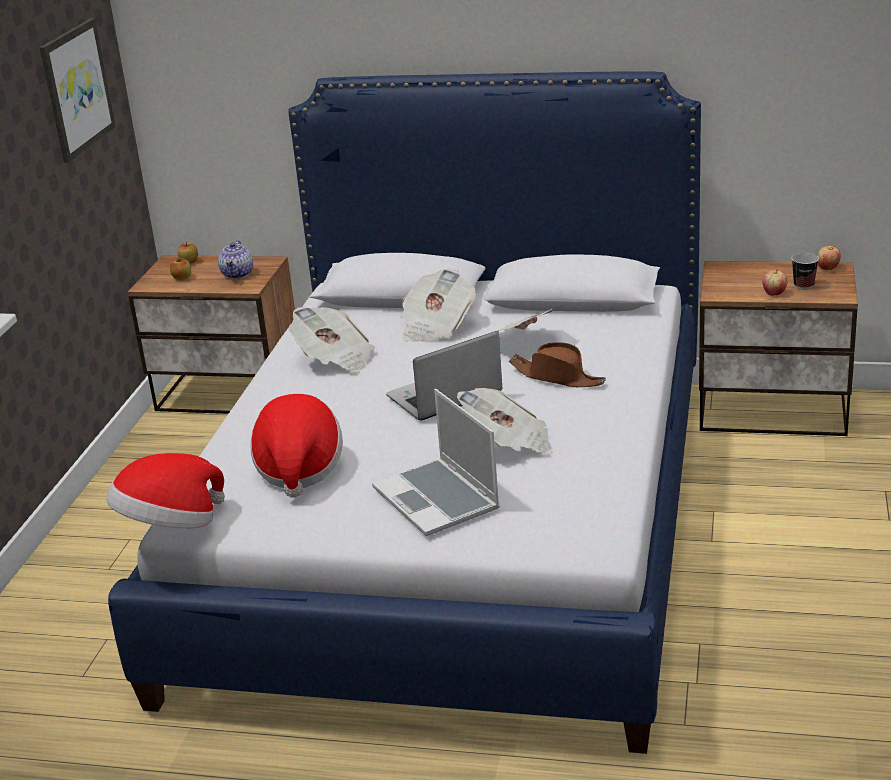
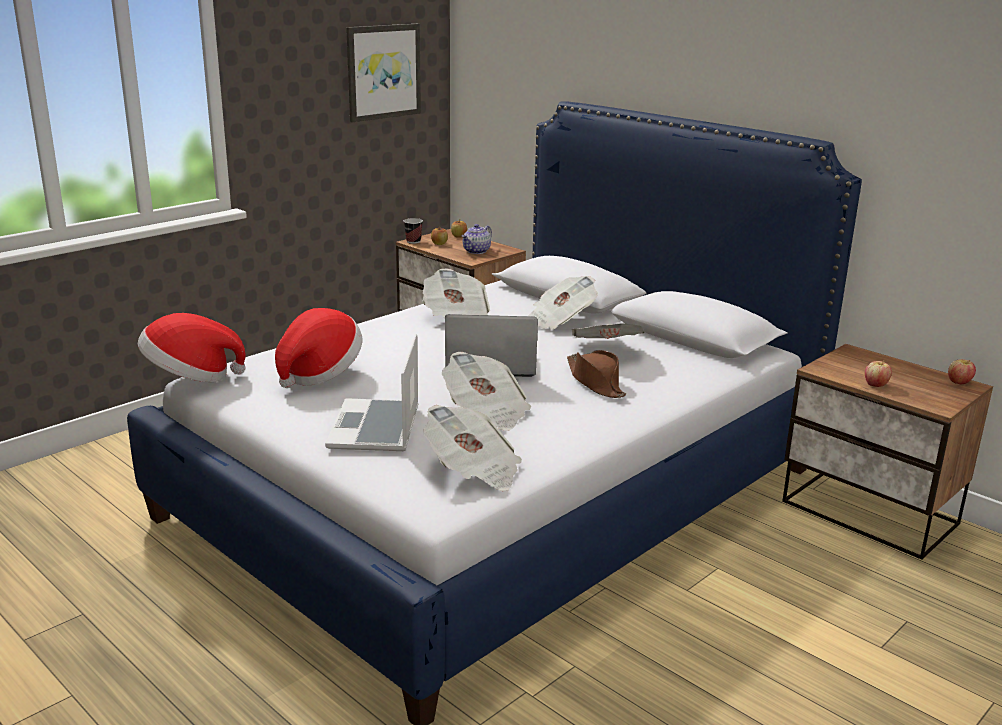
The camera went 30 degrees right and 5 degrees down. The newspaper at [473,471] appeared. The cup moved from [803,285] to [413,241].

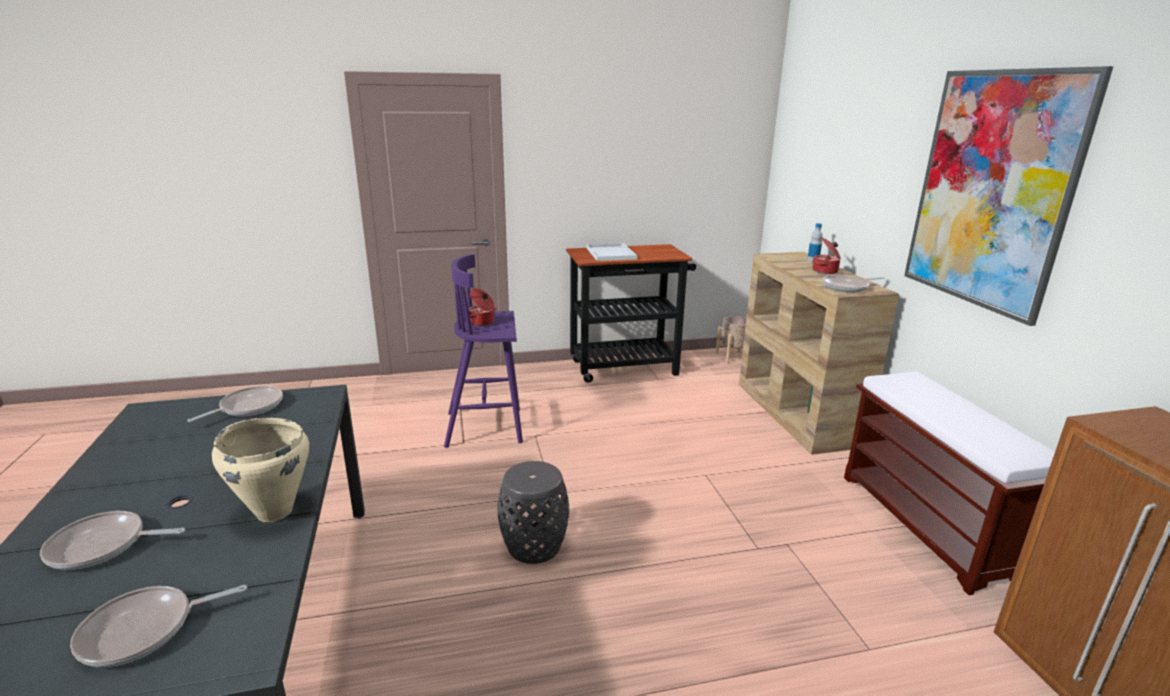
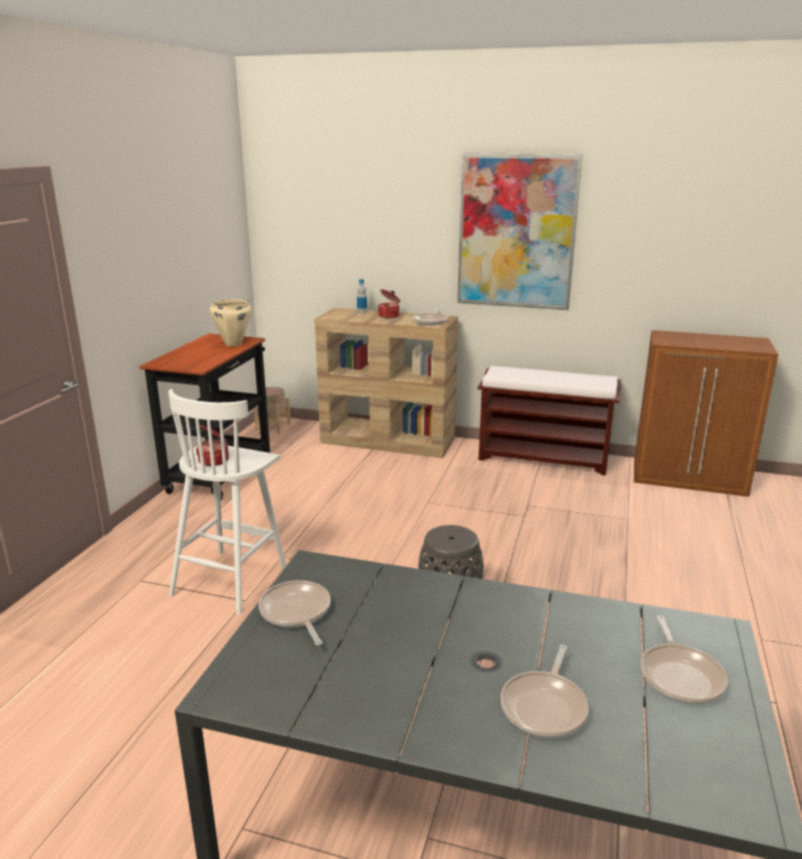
The camera went 60 degrees left and 0 degrees up. The tray (white) at [610,253] disappeared. The cooking pot (beige) moved from [274,511] to [233,344]. The stool (purple) at [487,427] became the stool (white) at [231,578].

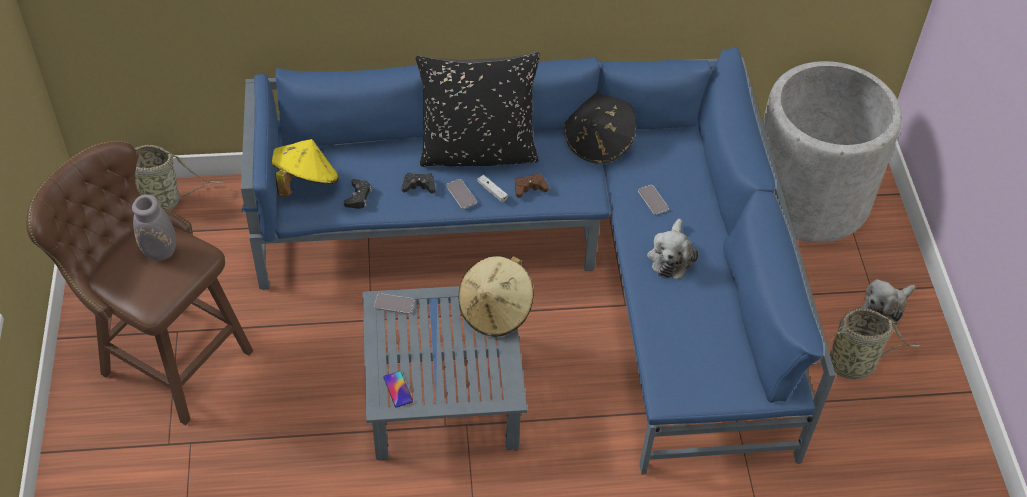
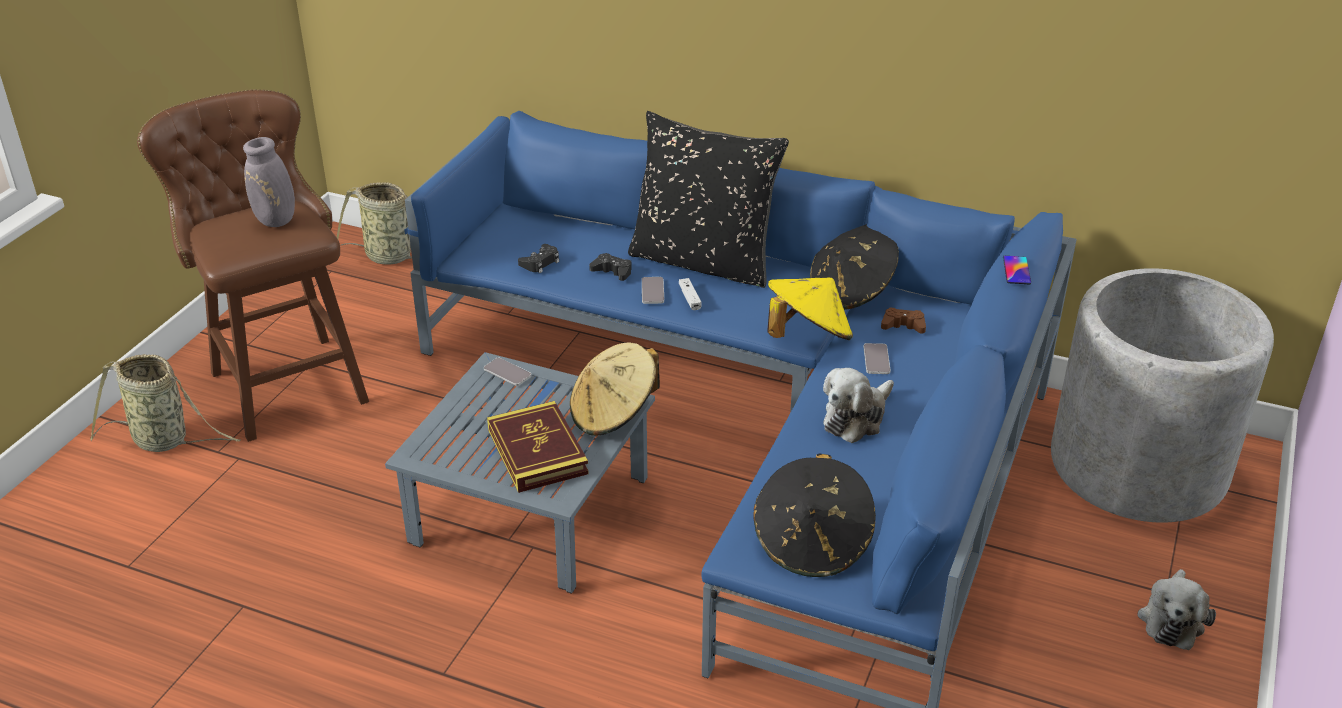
The camera went 30 degrees right and 15 degrees down. The book at [537,452] appeared. The hat (black) at [813,543] appeared. The hat (yellow) moved from [303,182] to [807,335]. The phone moved from [398,389] to [1016,270]. The game controller (brown) moved from [529,188] to [903,326]. The basket moved from [854,365] to [165,440]. The plush toy at [884,309] turned 60 degrees counterclockwise.

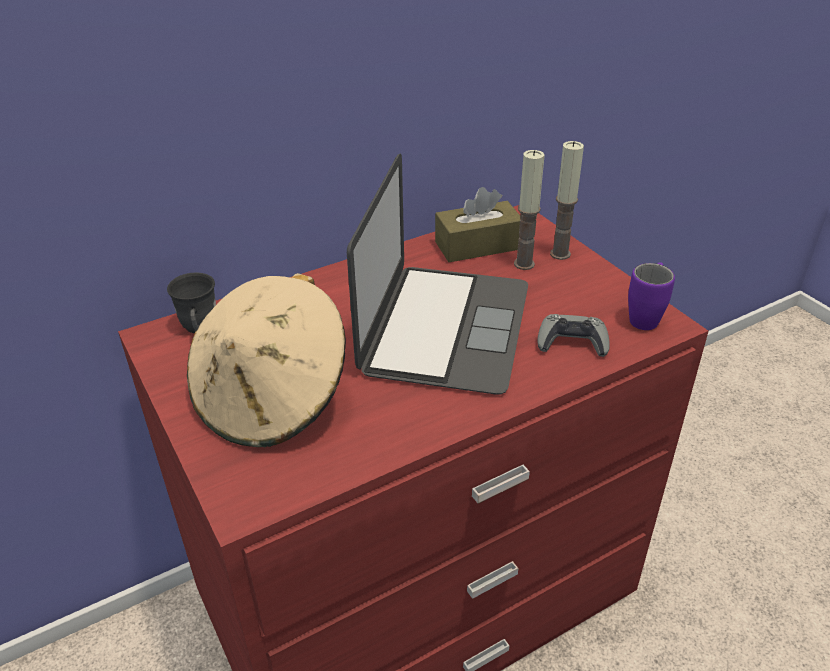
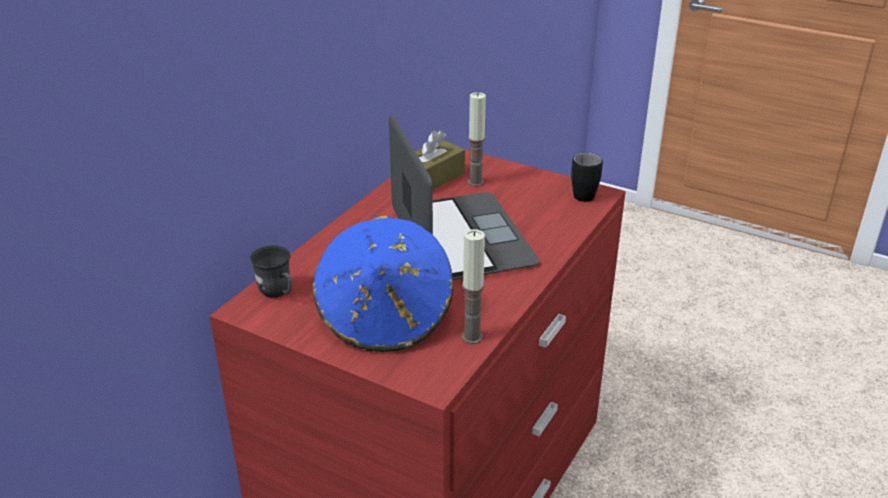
The camera went 30 degrees left and 5 degrees down. The game controller (grey) at [572,342] disappeared. The candle moved from [560,254] to [472,337]. The hat (beige) at [272,399] became the hat (blue) at [385,318]. The mug (purple) at [646,316] became the mug (black) at [582,193].

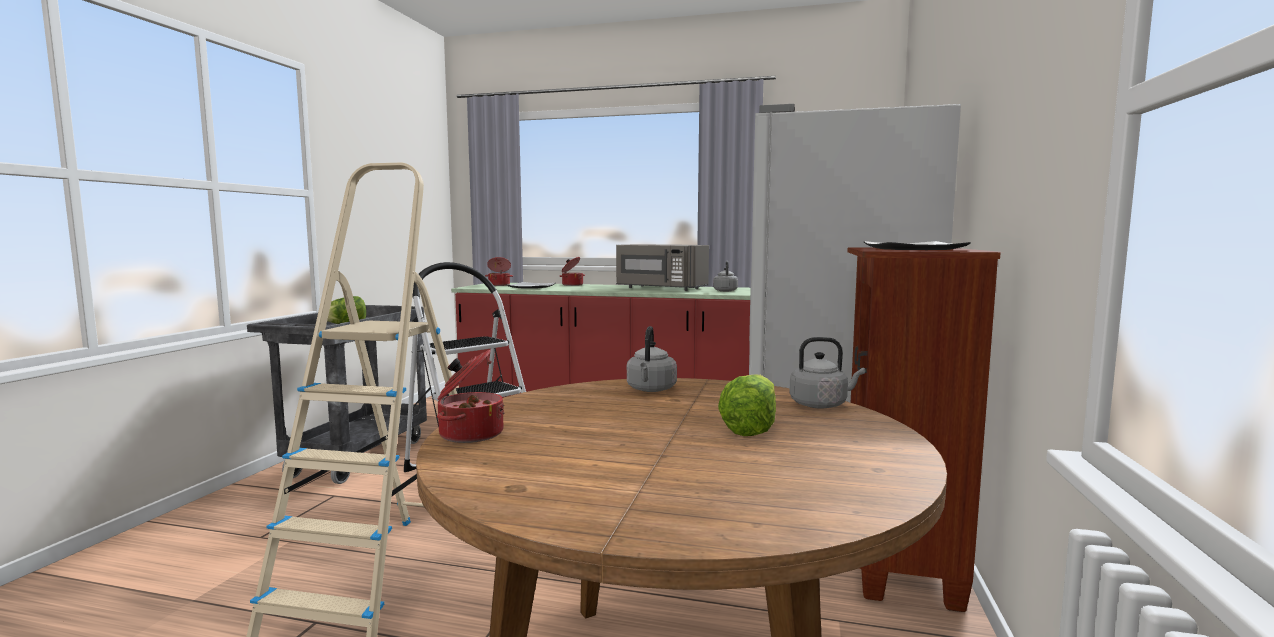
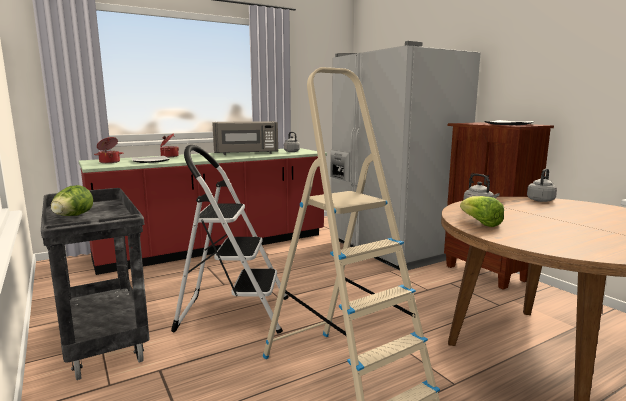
The camera went 45 degrees left and 5 degrees up. The cooking pot at [469,434] disappeared. The lettuce moved from [751,427] to [480,223].

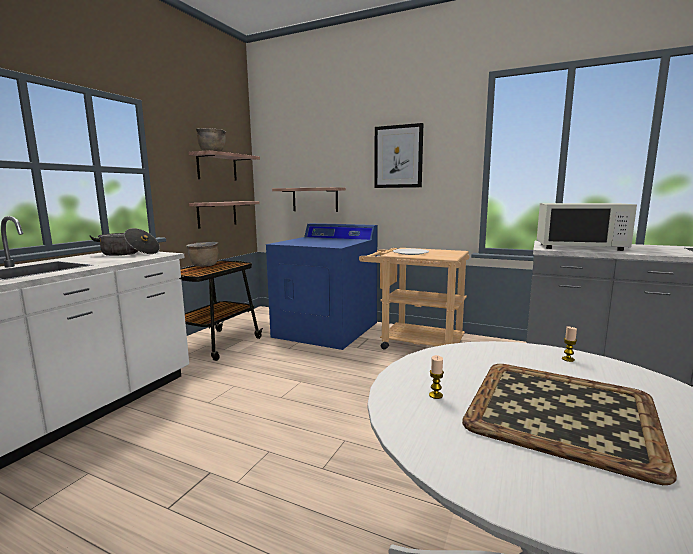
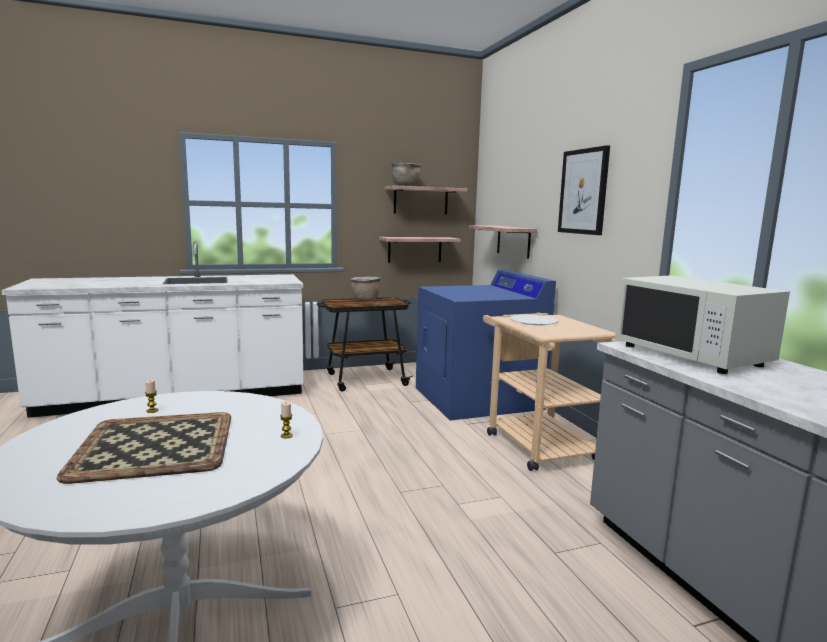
The camera went 45 degrees right and 0 degrees up. The cooking pot at [129,253] disappeared.

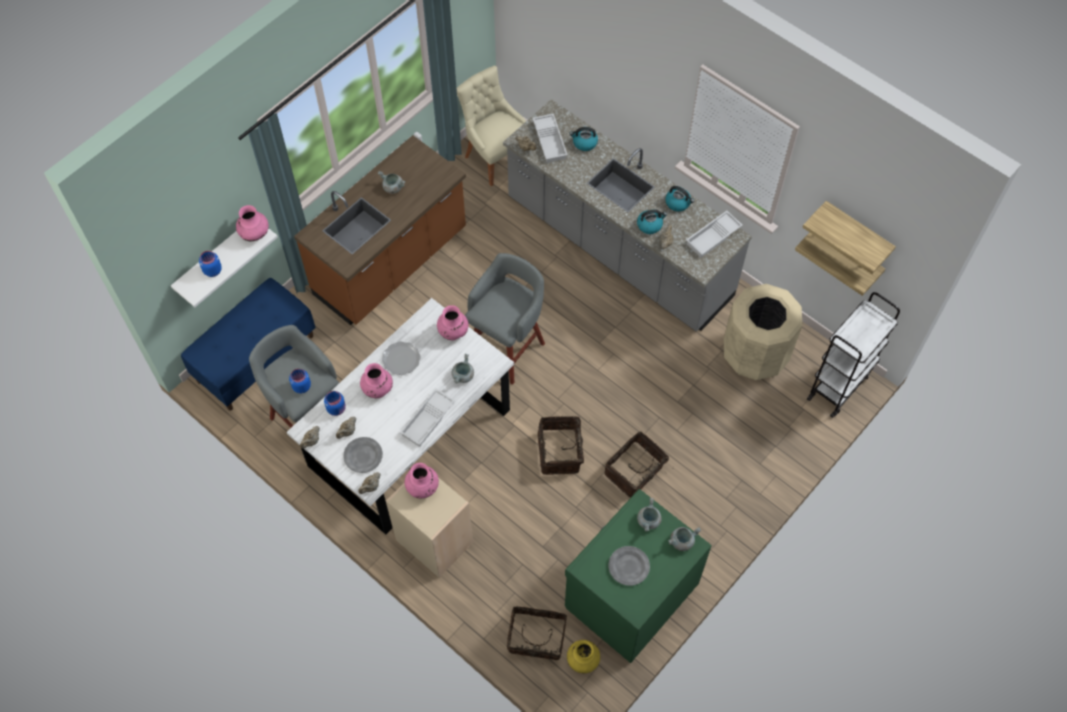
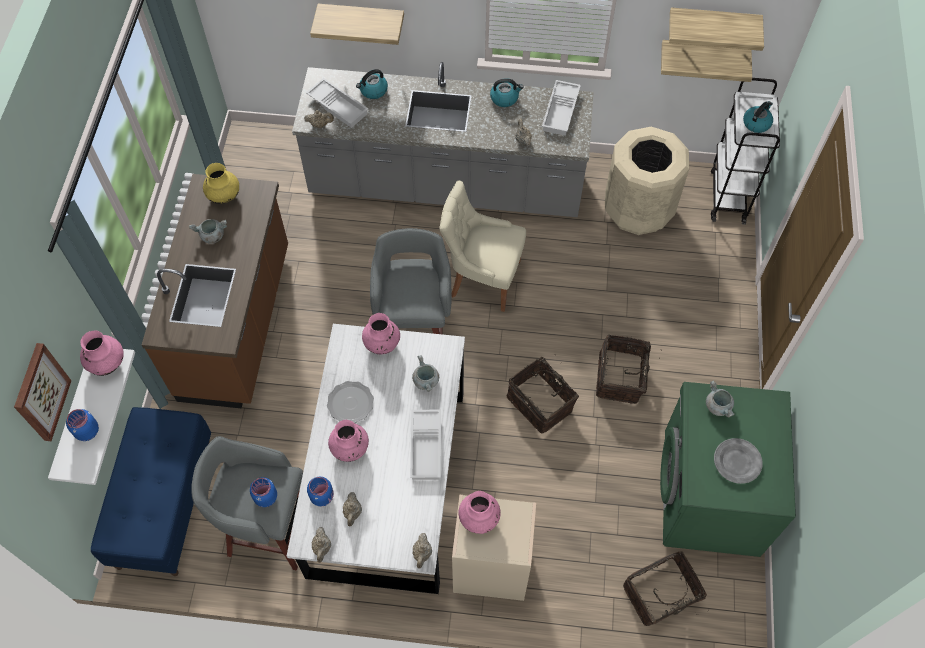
The camera went 35 degrees left and 0 degrees up. The plate (grey) at [363,456] disappeared. The cooking pot (grey) at [682,541] disappeared. The picture at [40,392] appeared. The shelf at [362,19] appeared. The chair (beige) moved from [496,157] to [482,278]. The vase (yellow) moved from [583,660] to [224,196]. The kettle moved from [650,225] to [756,123].

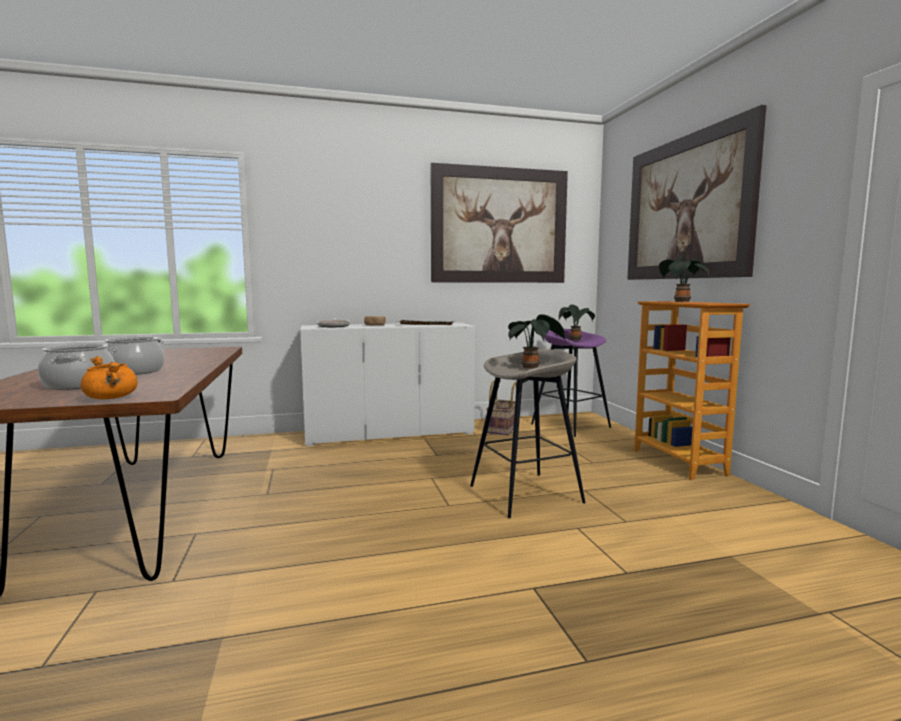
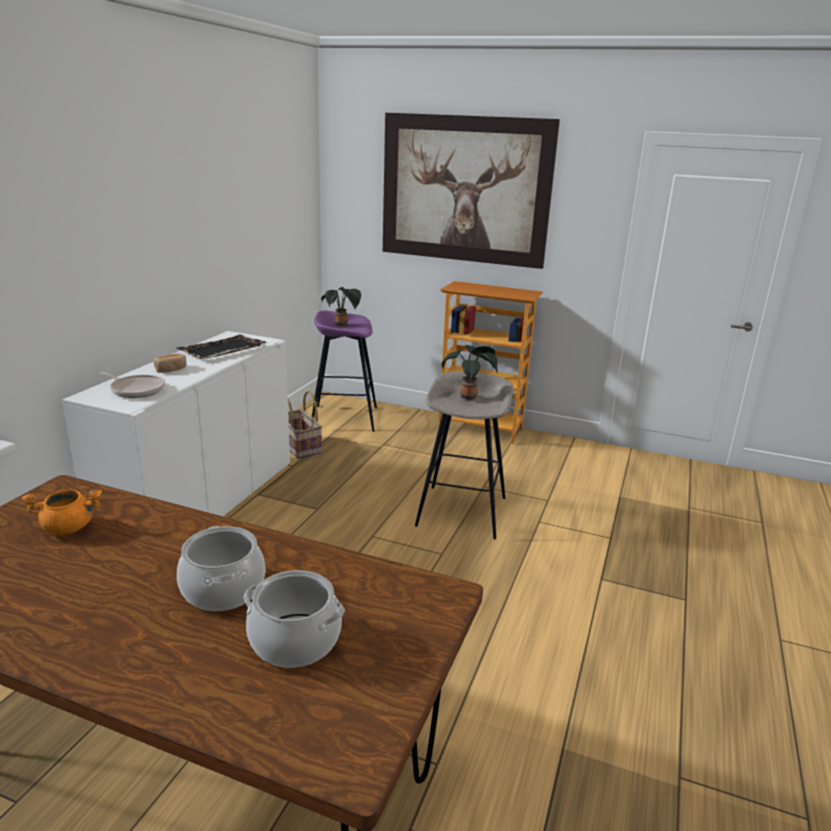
The camera went 55 degrees left and 15 degrees up. The picture at [499,226] disappeared. The potted plant at [680,302] disappeared. The cooking pot (orange) moved from [111,398] to [69,527].

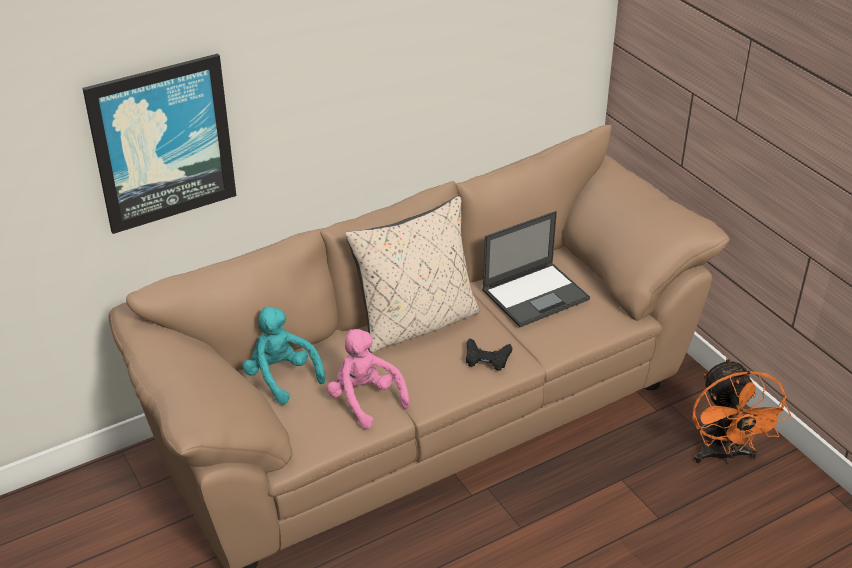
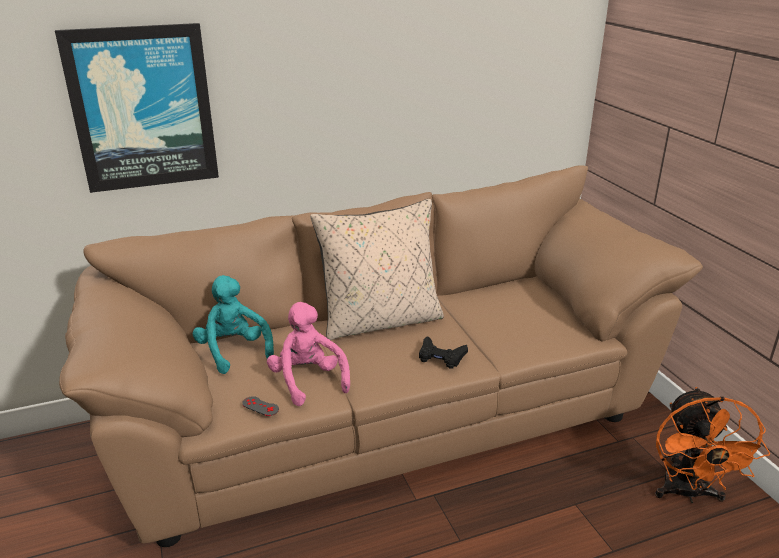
The camera went 10 degrees right and 10 degrees down. The laptop at [536,294] disappeared. The game controller (grey) at [260,406] appeared.

